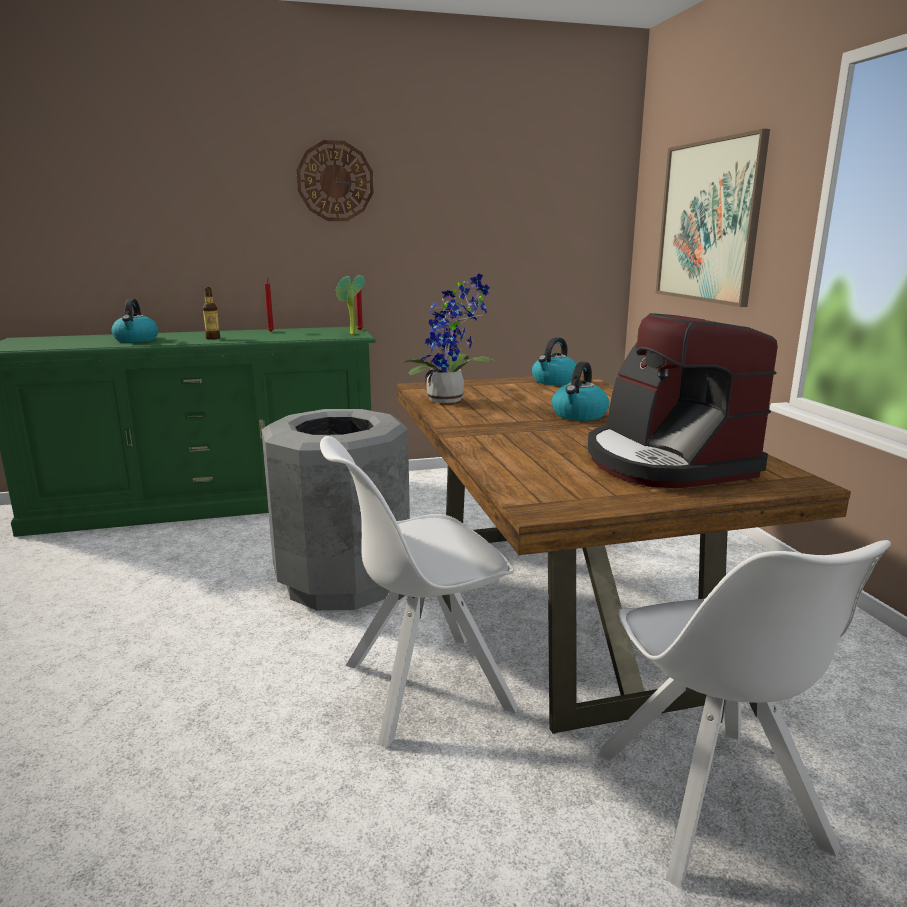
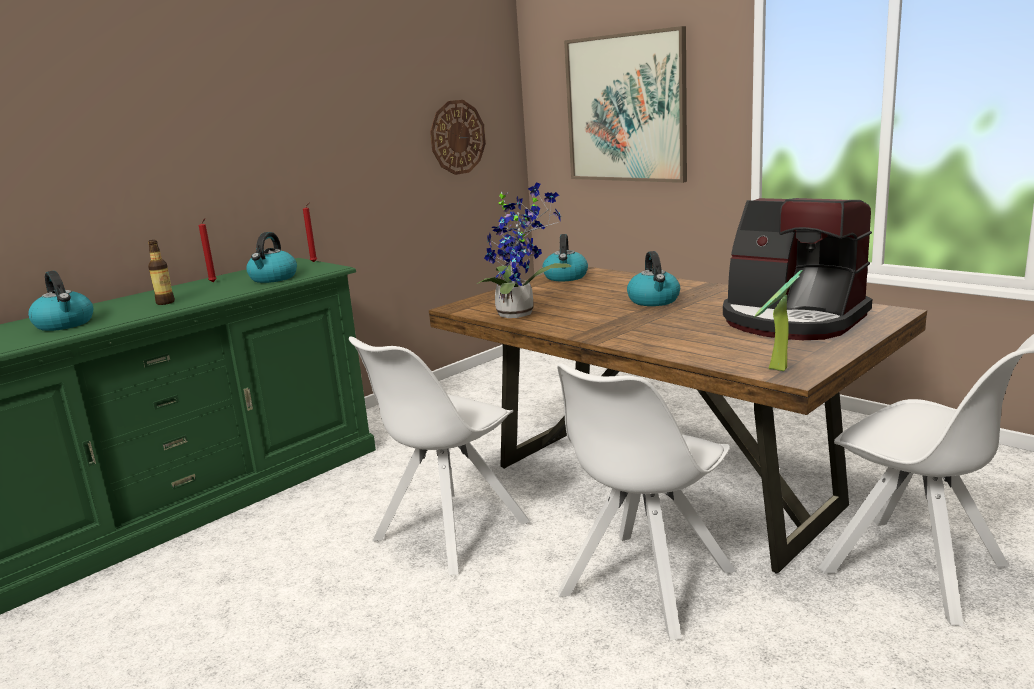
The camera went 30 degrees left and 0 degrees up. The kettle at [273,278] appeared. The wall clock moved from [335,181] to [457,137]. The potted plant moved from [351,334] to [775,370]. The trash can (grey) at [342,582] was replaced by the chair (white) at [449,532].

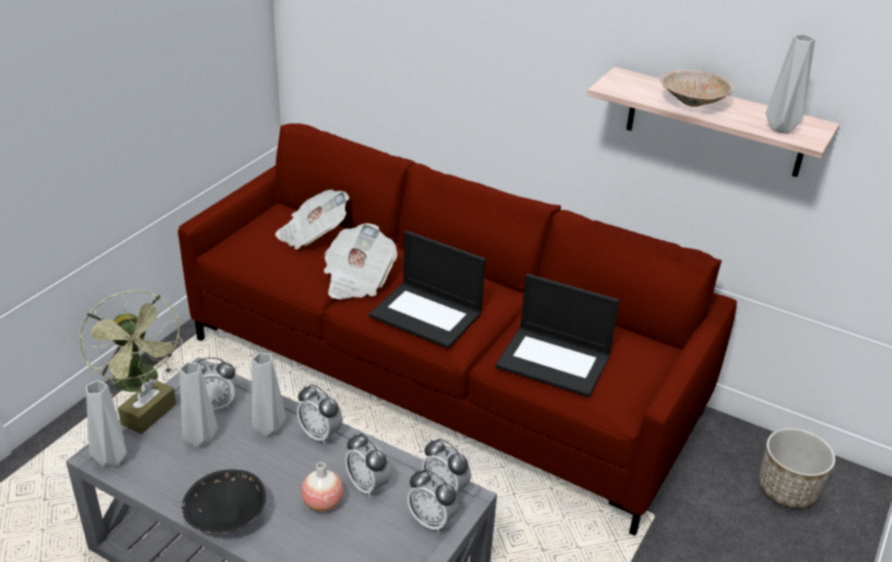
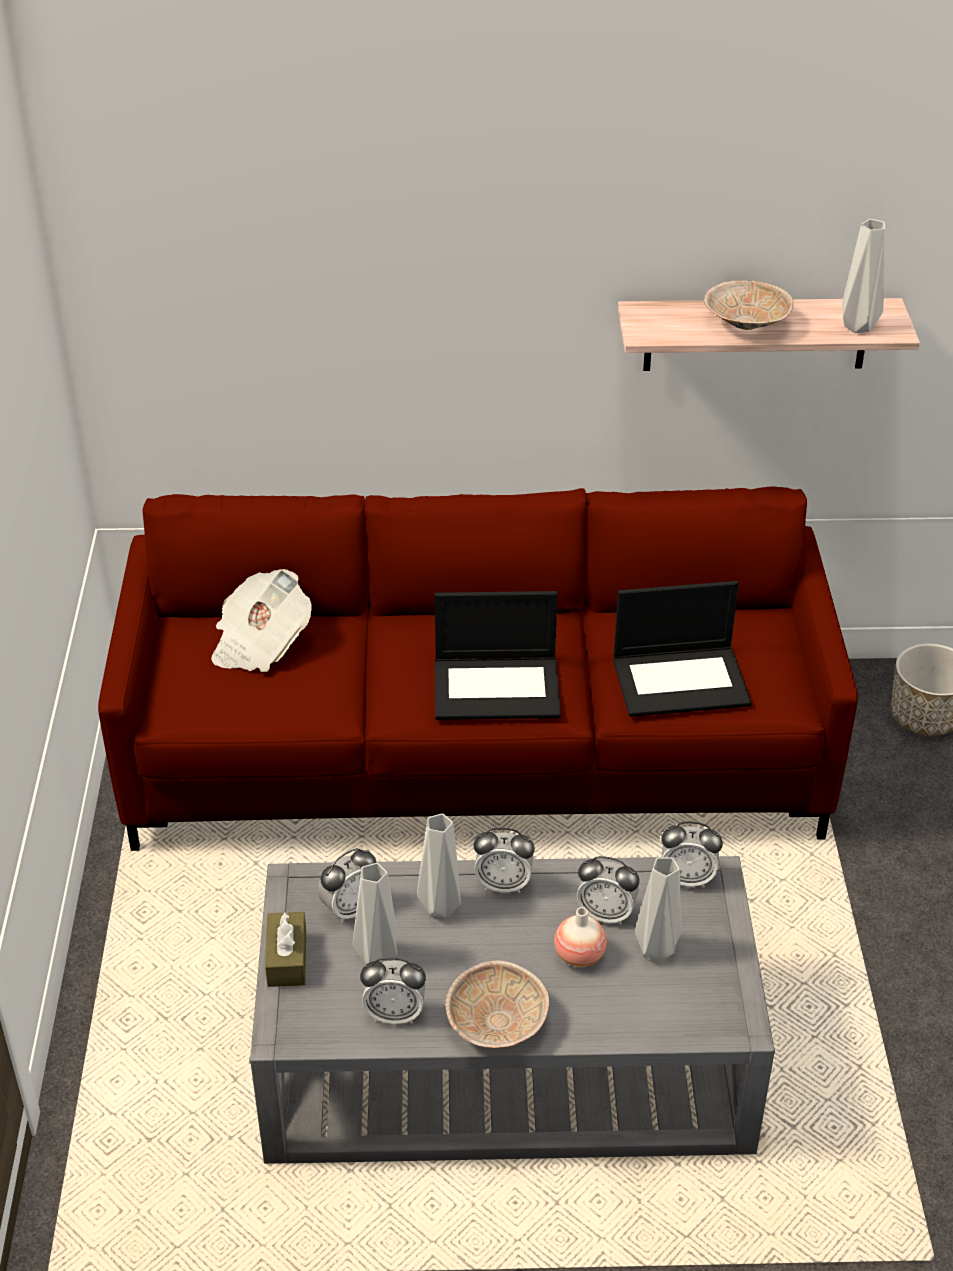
The camera went 30 degrees left and 5 degrees up. The fan (green) at [141,385] disappeared. The newspaper at [357,280] disappeared. The vase (grey) moved from [110,460] to [656,952]. The alarm clock moved from [432,521] to [394,1014]. The bowl (black) at [225,516] became the bowl (beige) at [496,1023].

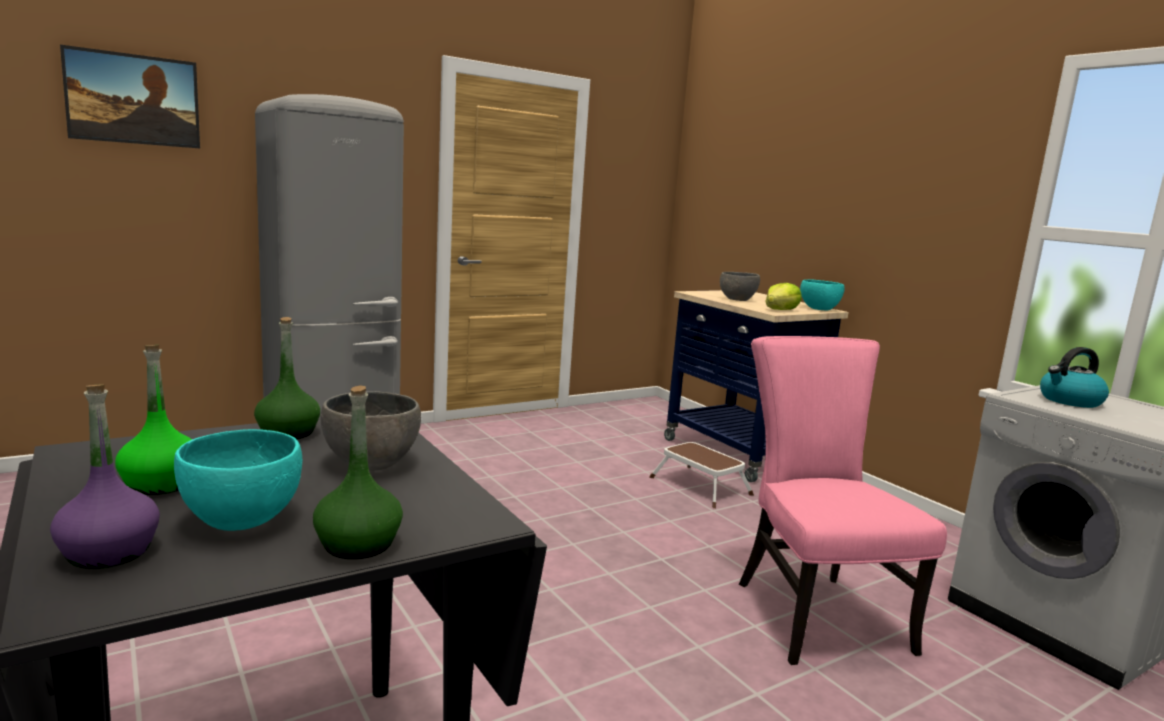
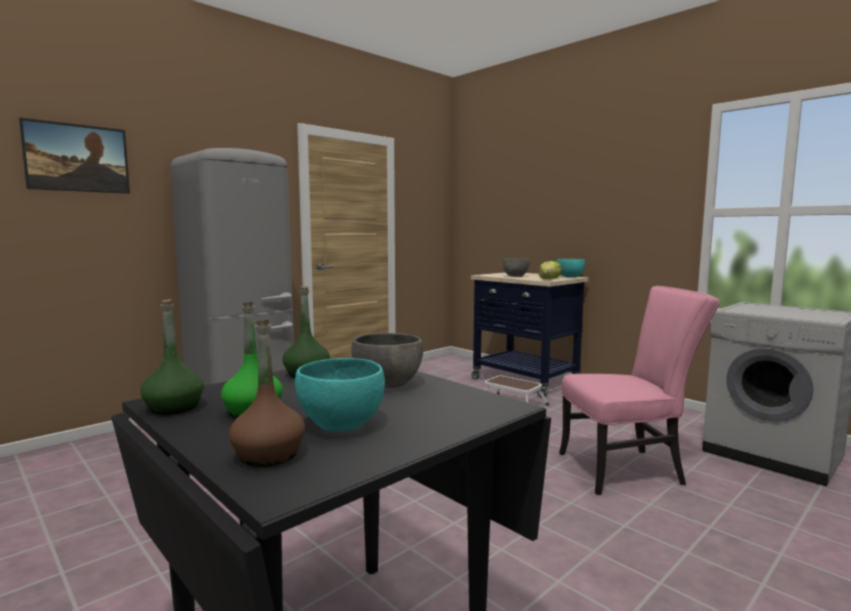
The camera went 10 degrees left and 5 degrees down. The kettle at [1070,401] disappeared. The bottle (green) moved from [358,544] to [174,408]. The bottle (purple) at [108,552] became the bottle (brown) at [268,455]. The chair (pink) at [813,610] turned 105 degrees clockwise.

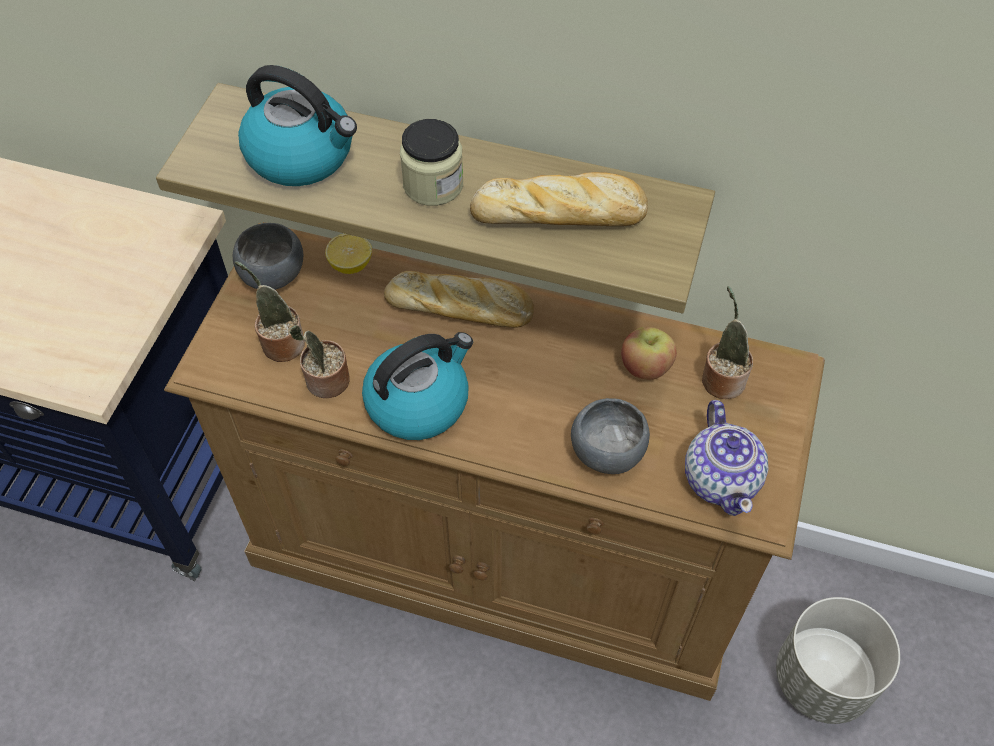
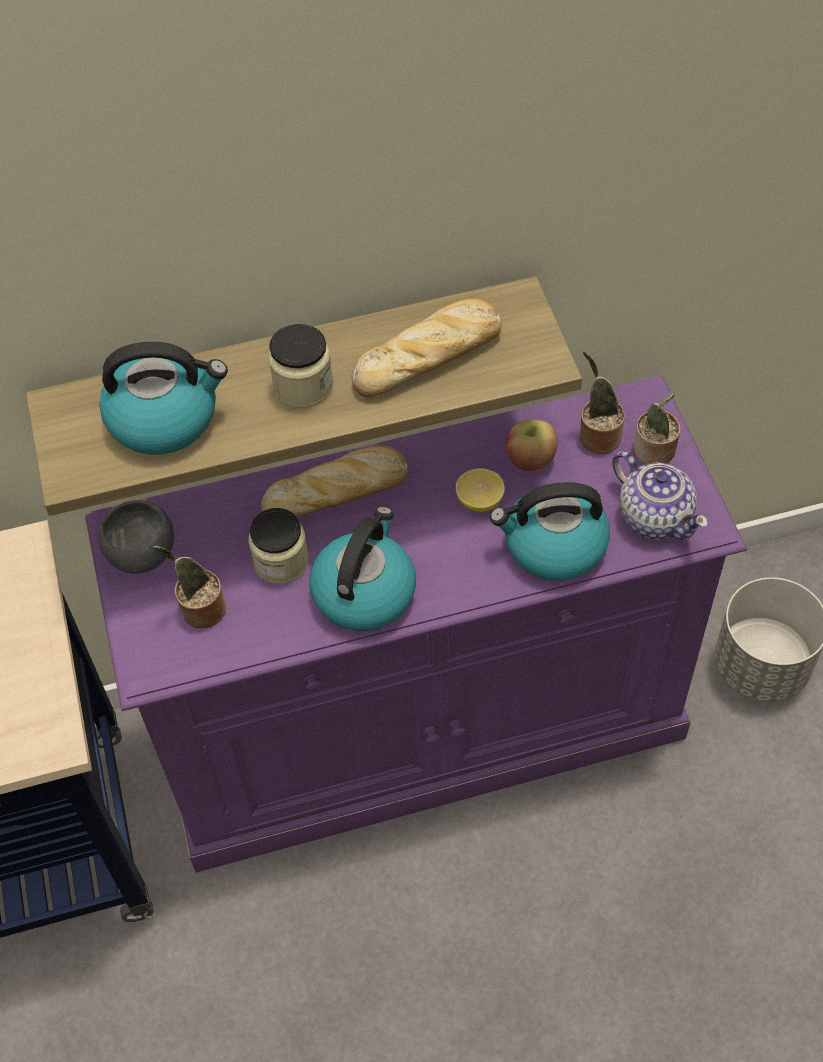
The camera went 30 degrees left and 0 degrees up. The jar at [281,561] appeared. The potted plant moved from [325,382] to [654,452]. The lemon moved from [350,264] to [479,501]. The bowl (grey) at [608,453] was replaced by the kettle at [553,546]. The cabinet (brown) at [500,556] became the cabinet (purple) at [424,725].

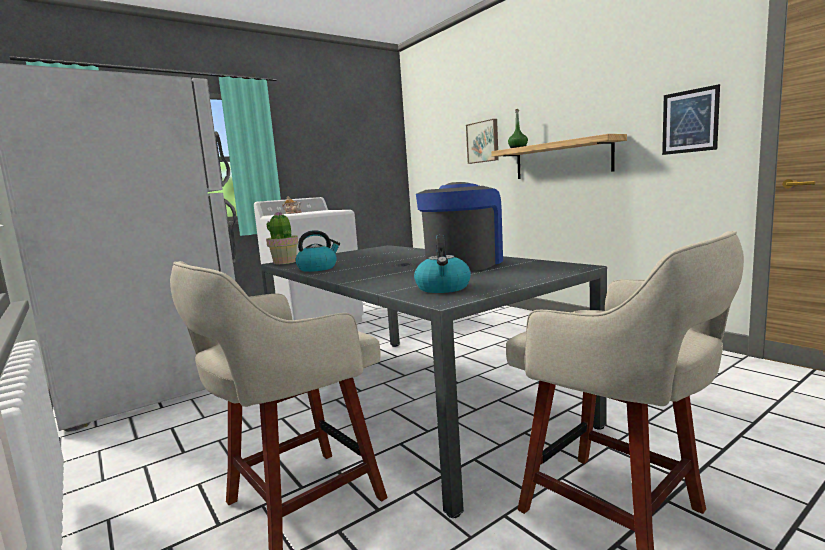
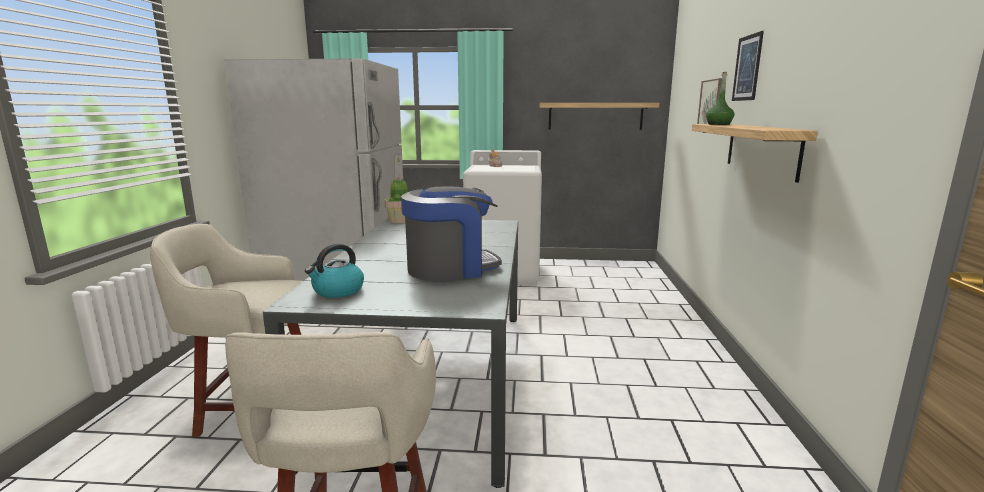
The camera went 40 degrees right and 5 degrees up. The kettle at [318,268] disappeared. The shelf at [595,116] appeared. The picture moved from [690,121] to [747,68].

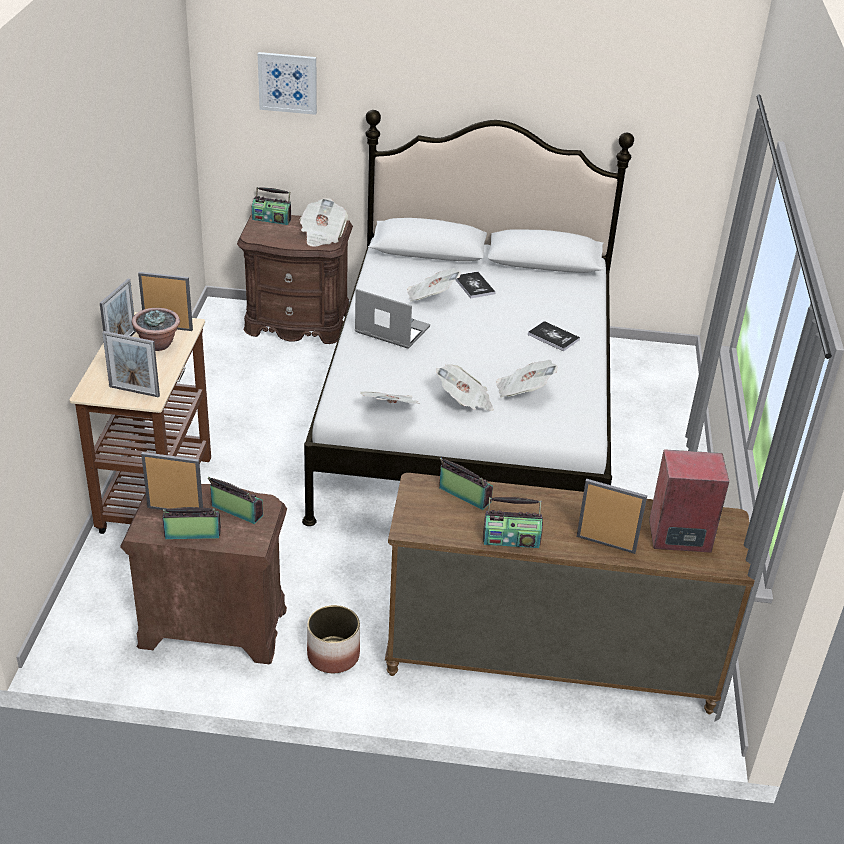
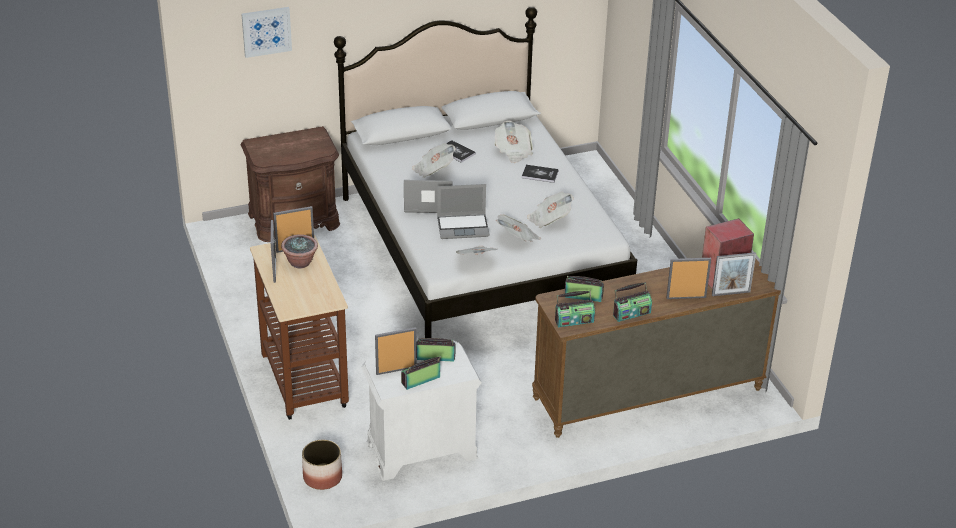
The camera went 25 degrees left and 0 degrees up. The laptop at [463,227] appeared. The picture frame moved from [134,391] to [731,293]. The radio moved from [272,219] to [574,320]. The newspaper moved from [322,235] to [513,151]. The planter moved from [333,655] to [322,477]. The nightstand (brown) at [214,622] became the nightstand (white) at [419,447].

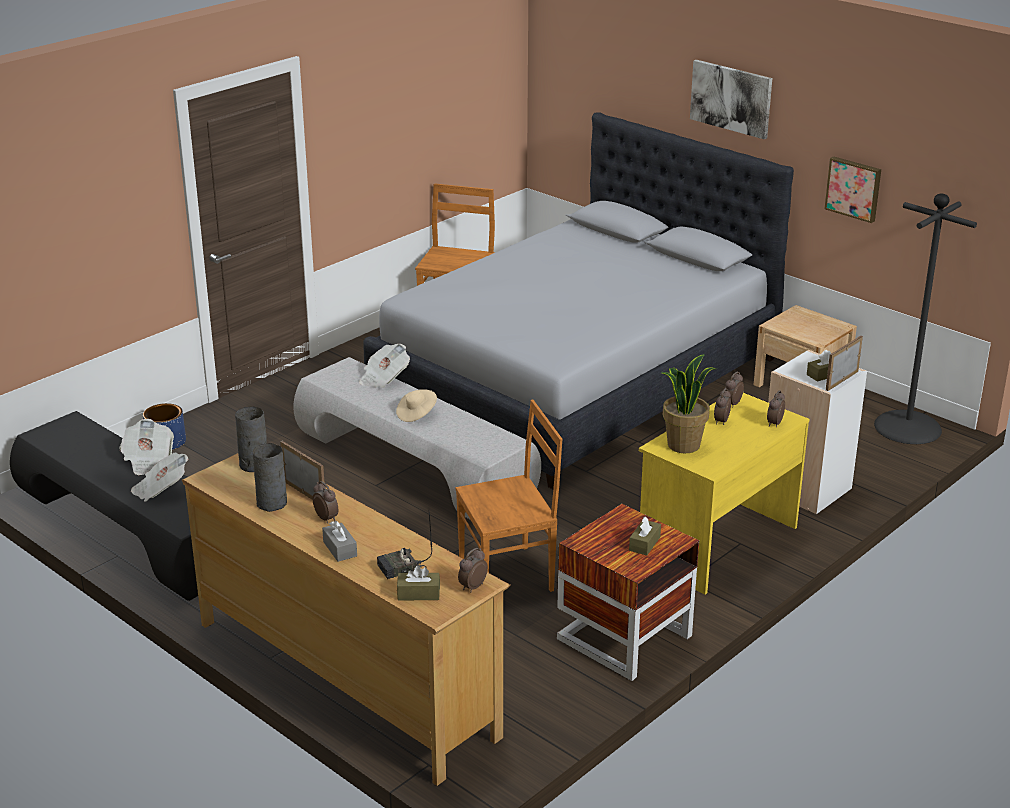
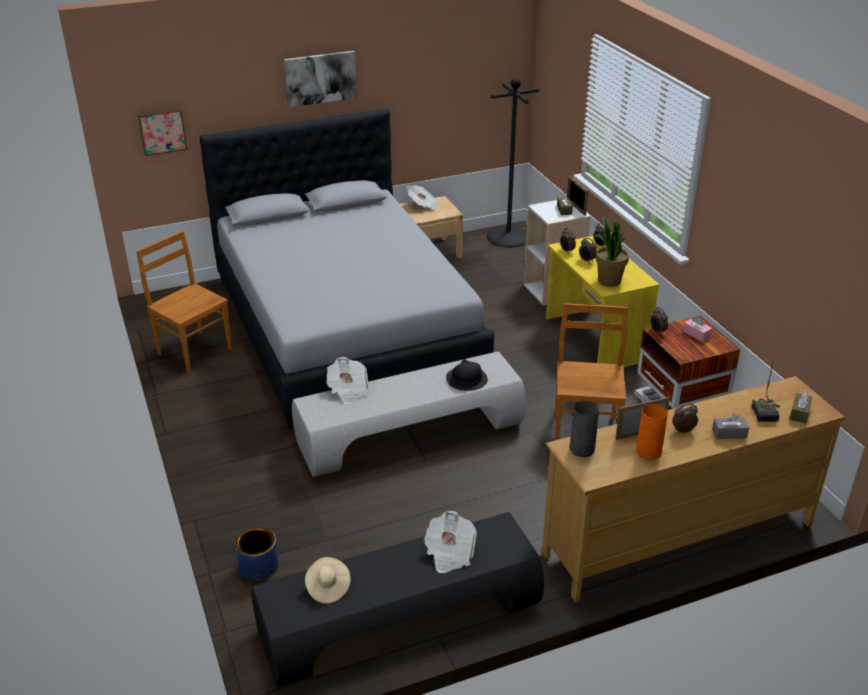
The camera went 65 degrees left and 5 degrees up. The hat (black) at [466,379] appeared. The newspaper moved from [148,460] to [423,206]. The hat (beige) moved from [416,414] to [327,587]. The alarm clock moved from [472,587] to [657,331]. The picture moved from [854,188] to [162,131]. The vase (grey) at [272,503] became the vase (orange) at [649,451]. The tissue box (brown) at [644,544] became the tissue box (pink) at [696,334].

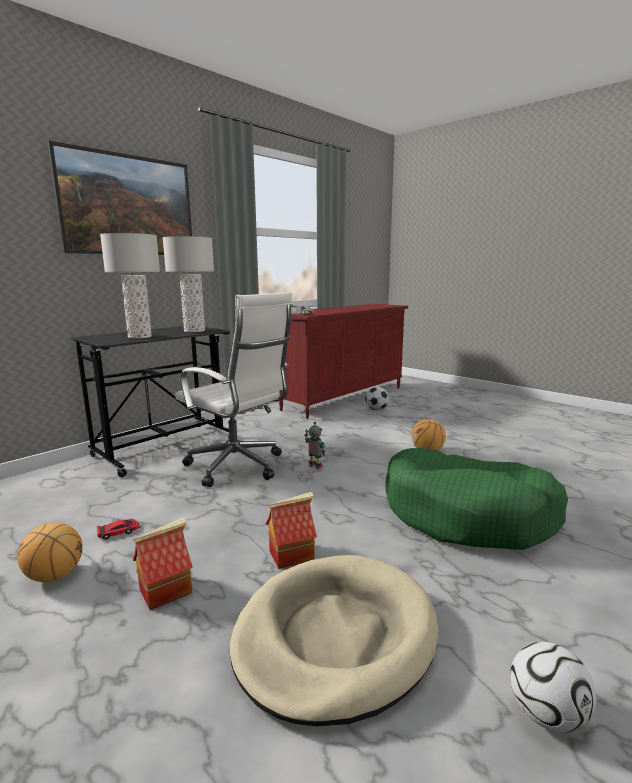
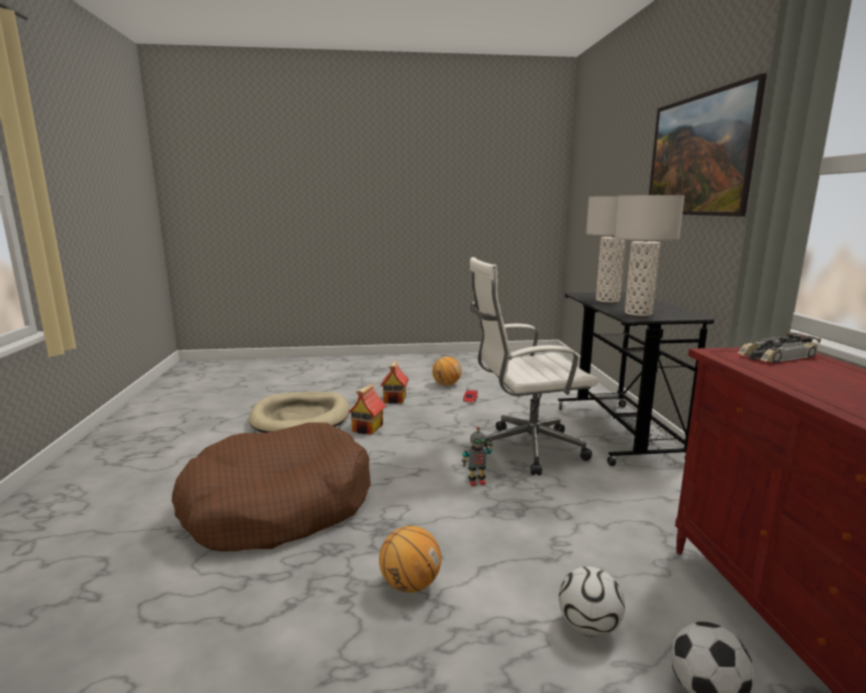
The camera went 130 degrees right and 0 degrees up. The football moved from [546,714] to [589,627]. The dog bed (green) at [467,514] became the dog bed (brown) at [278,505].

